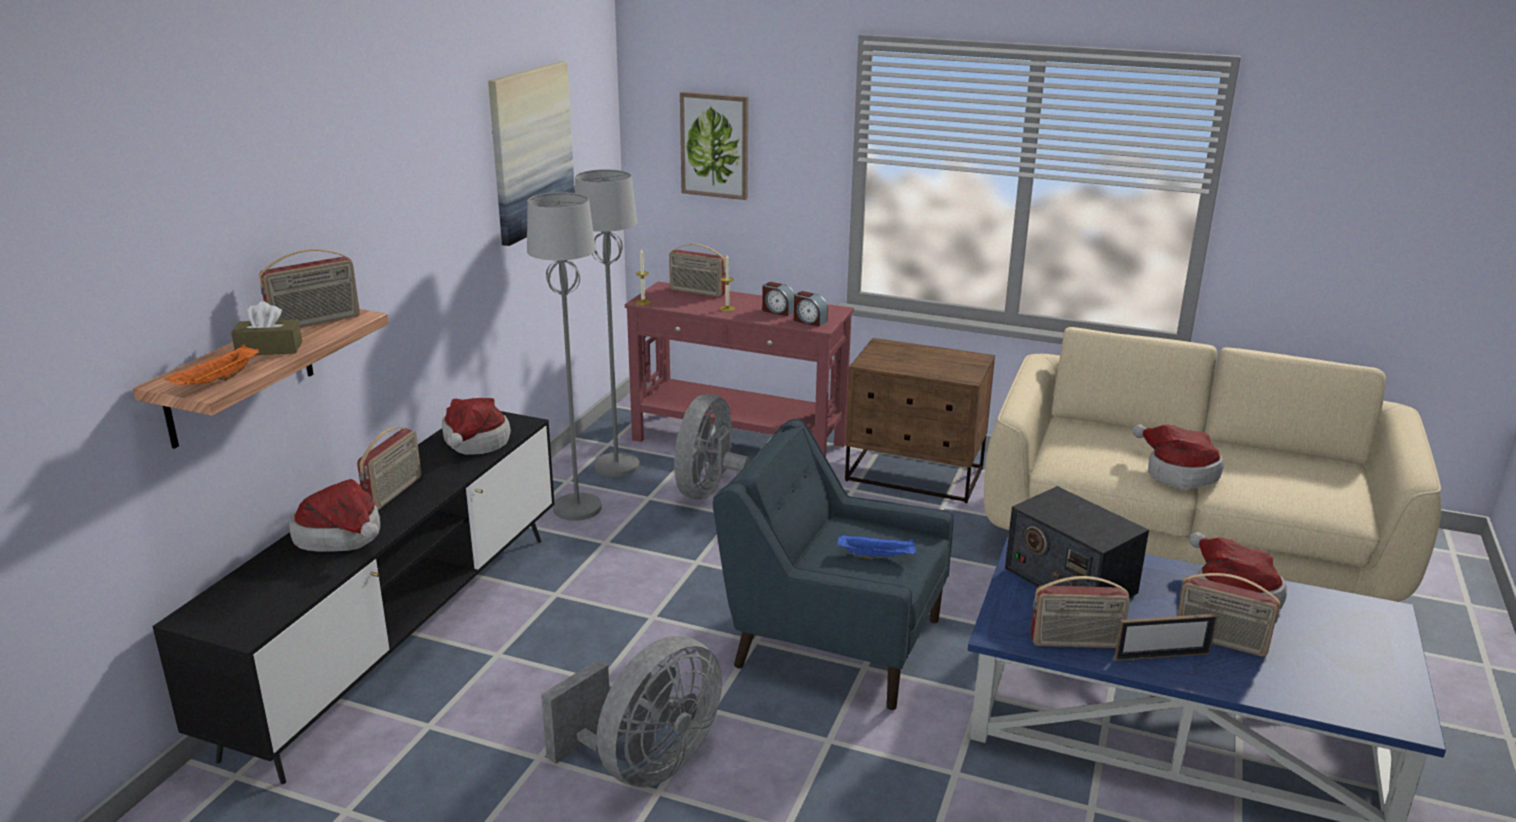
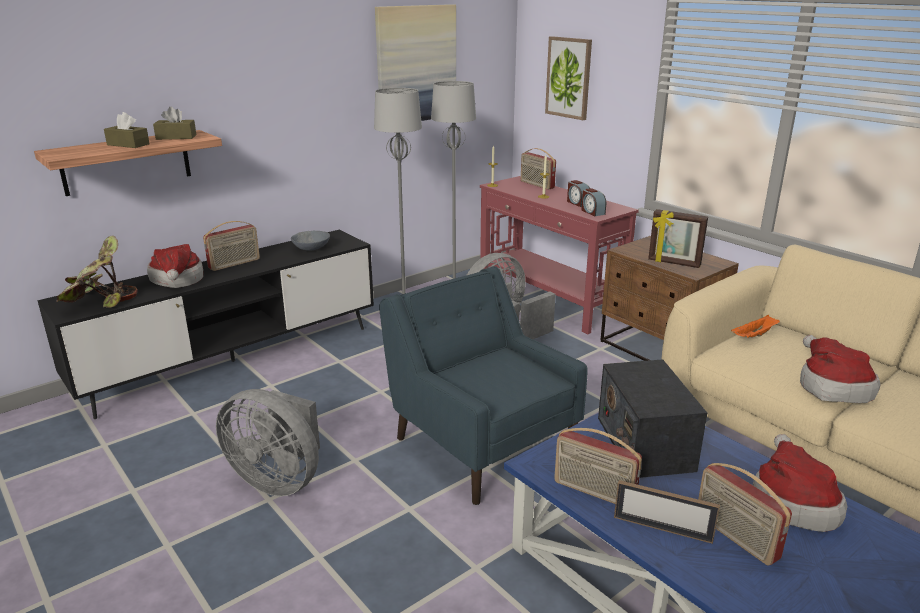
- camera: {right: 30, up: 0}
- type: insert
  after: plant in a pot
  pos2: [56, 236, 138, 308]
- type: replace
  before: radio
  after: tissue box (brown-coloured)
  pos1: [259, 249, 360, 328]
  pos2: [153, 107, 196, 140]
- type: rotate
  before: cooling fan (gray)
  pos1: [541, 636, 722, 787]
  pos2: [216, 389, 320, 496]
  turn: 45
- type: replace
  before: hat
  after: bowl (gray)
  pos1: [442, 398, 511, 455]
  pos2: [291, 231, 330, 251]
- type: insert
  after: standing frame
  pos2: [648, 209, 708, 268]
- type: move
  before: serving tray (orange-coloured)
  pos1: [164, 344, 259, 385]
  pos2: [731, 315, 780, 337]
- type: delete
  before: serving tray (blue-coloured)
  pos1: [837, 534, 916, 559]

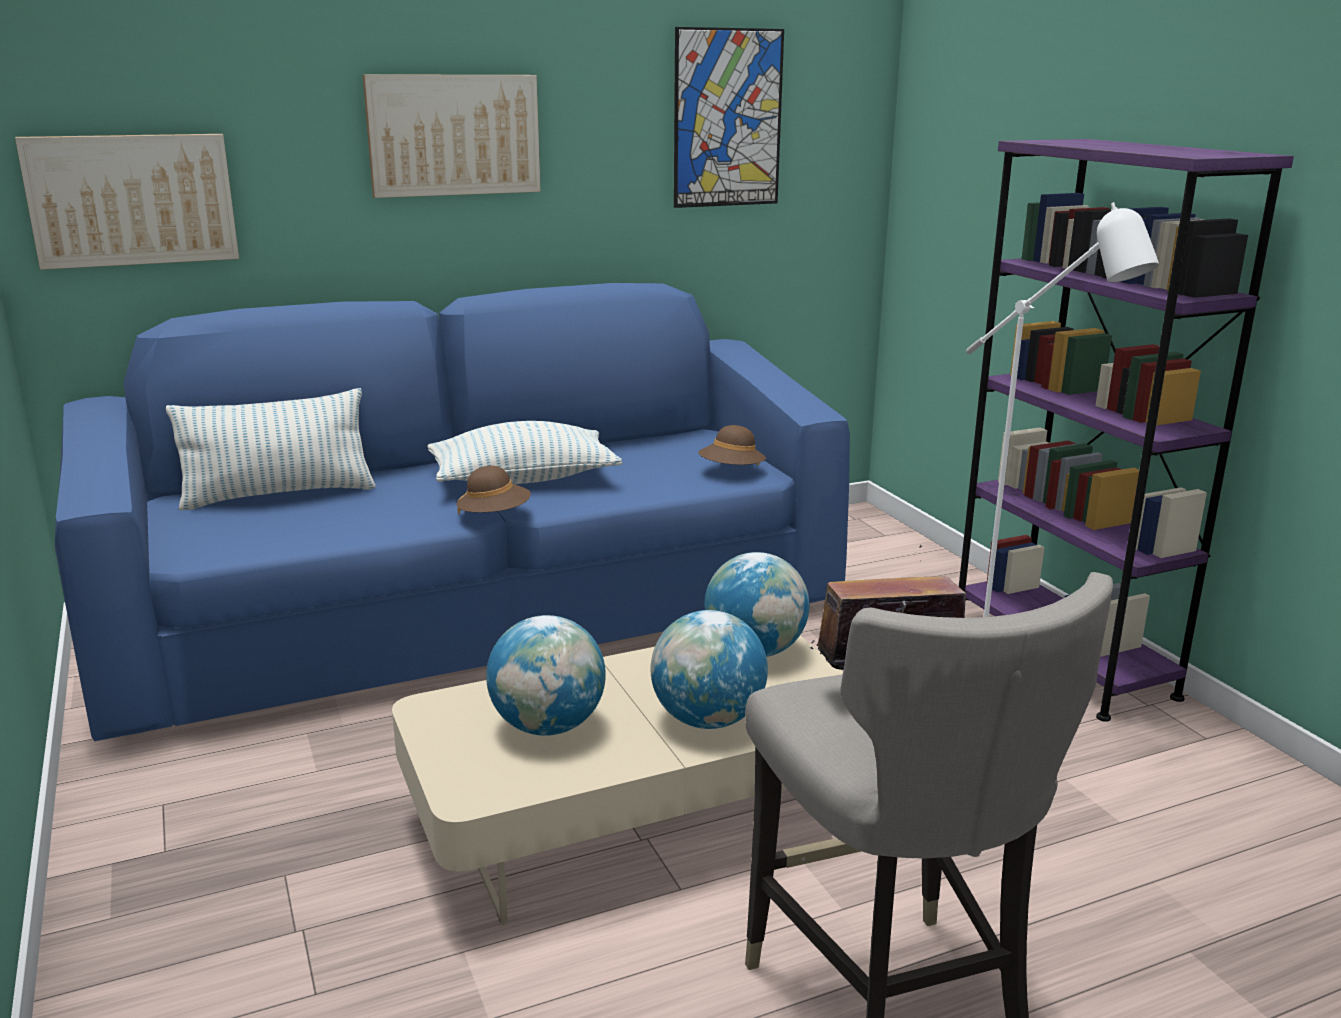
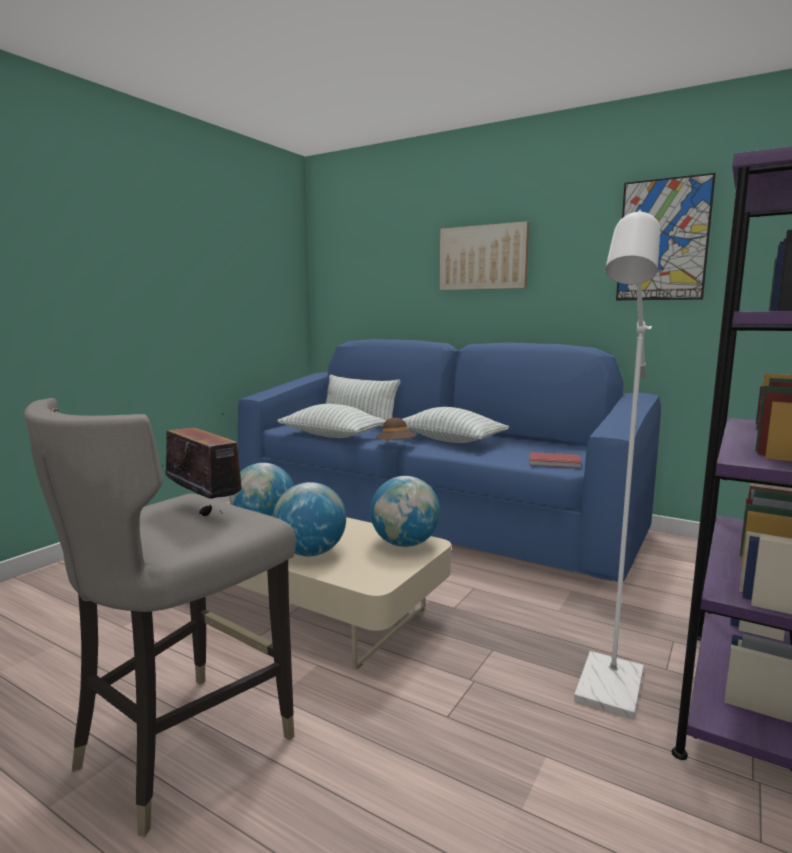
- camera: {right: 55, up: -10}
- type: insert
  after: pillow
  pos2: [277, 404, 386, 438]
- type: replace
  before: hat (brown-coloured)
  after: book (reddish)
  pos1: [698, 425, 766, 465]
  pos2: [529, 452, 582, 468]
- type: delete
  before: wall picture
  pos1: [15, 134, 239, 270]

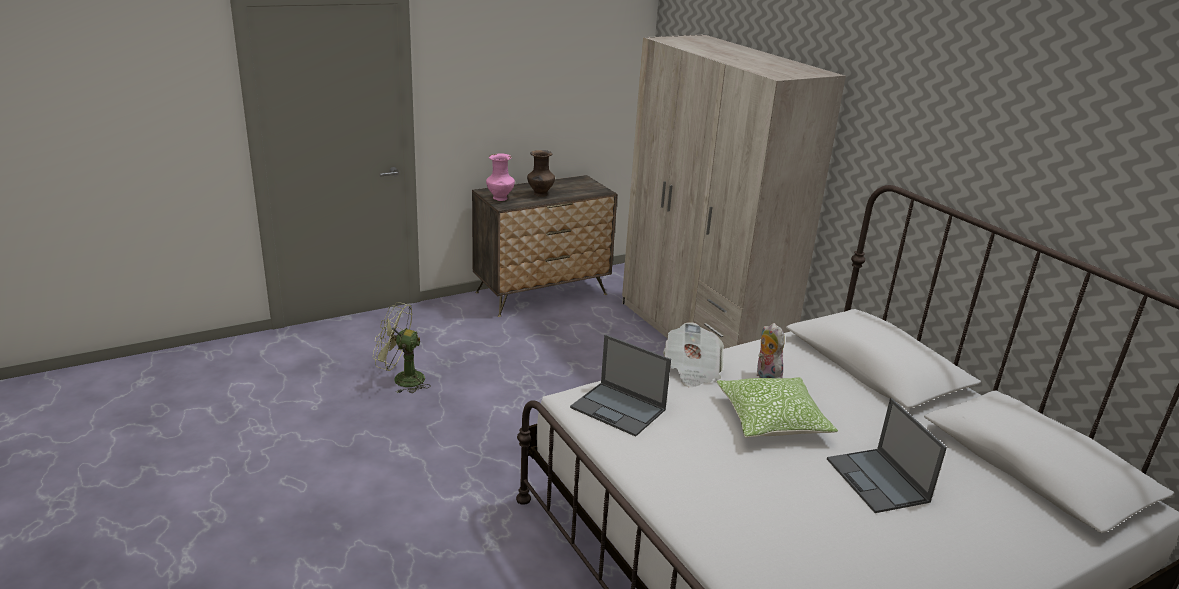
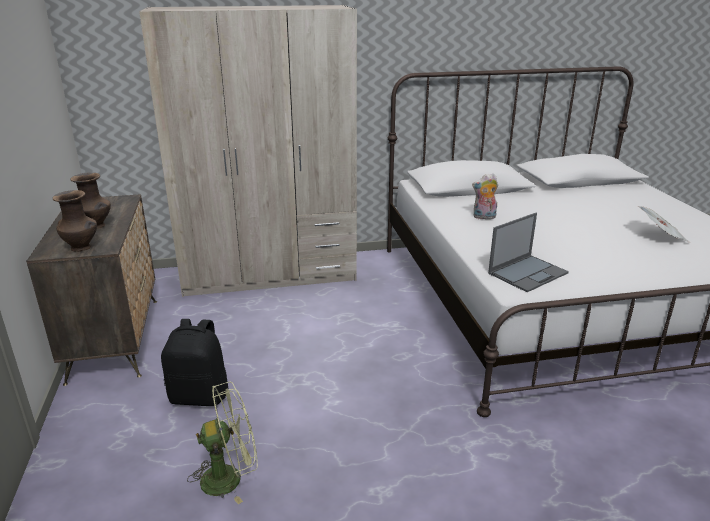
- camera: {right: -70, up: 0}
- type: recolor
  before: decorative vase (pinkish)
  after: decorative vase (brown-coloured)
  pos1: [486, 153, 515, 201]
  pos2: [53, 190, 97, 252]
- type: insert
  after: knapsack (black-coloured)
  pos2: [161, 319, 228, 406]
- type: rotate
  before: cooling fan (green)
  pos1: [373, 302, 431, 393]
  pos2: [187, 382, 258, 504]
  turn: -135
- type: move
  before: daily paper
  pos1: [663, 322, 724, 387]
  pos2: [638, 206, 691, 243]
- type: delete
  before: pillow
  pos1: [716, 377, 838, 438]
- type: delete
  before: portable computer
  pos1: [827, 398, 947, 513]

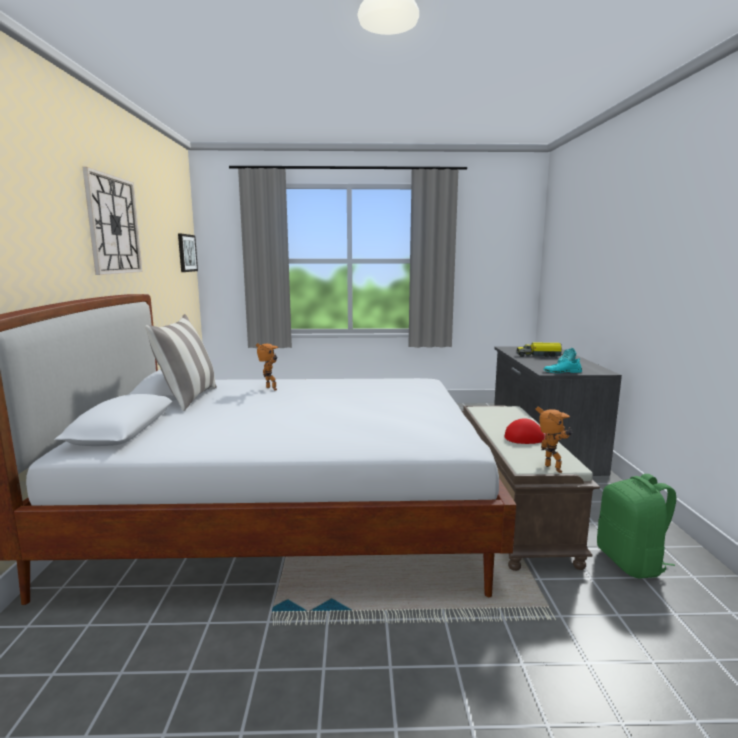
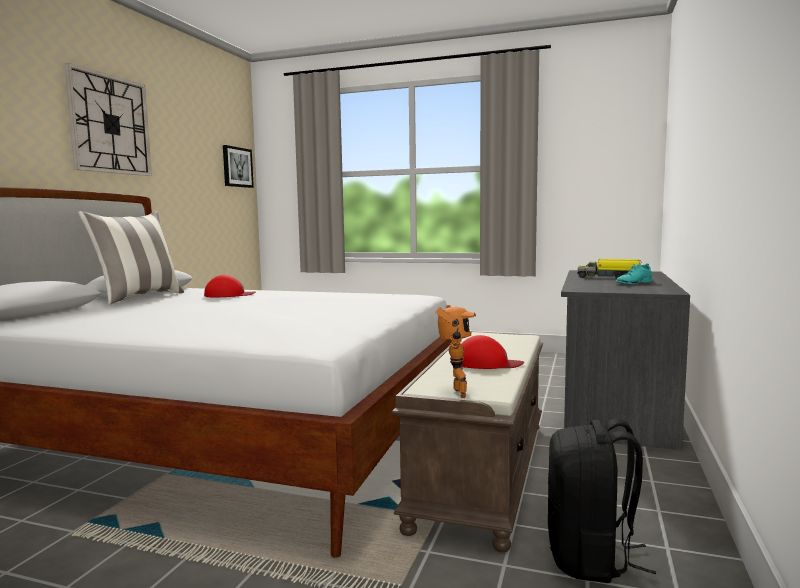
- camera: {right: 20, up: -5}
- type: replace
  before: model robot
  after: baseball cap (reddish)
  pos1: [256, 343, 278, 390]
  pos2: [204, 275, 256, 297]
- type: recolor
  before: knapsack (green)
  after: knapsack (black-coloured)
  pos1: [597, 474, 676, 578]
  pos2: [548, 419, 656, 583]
- type: delete
  before: low shoe (blue-green)
  pos1: [543, 358, 582, 373]

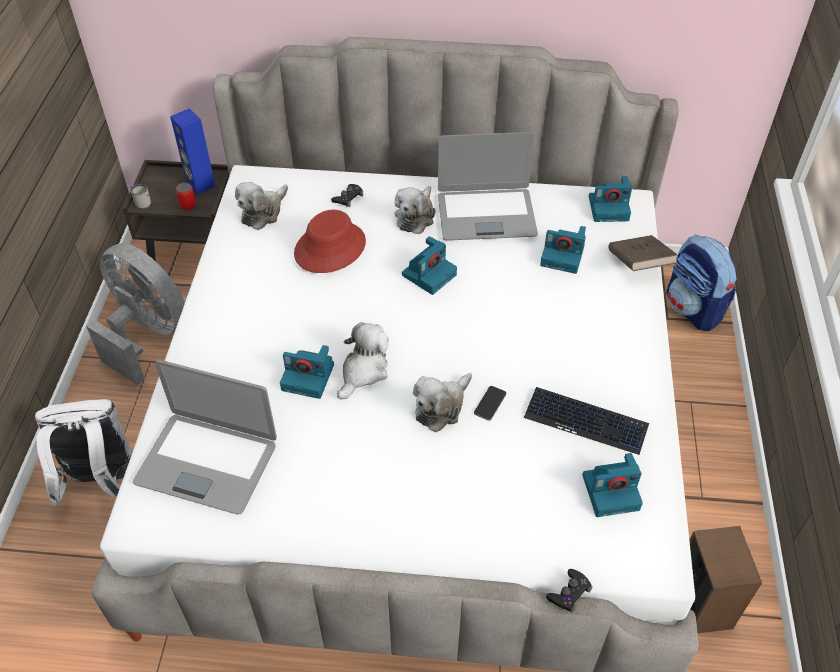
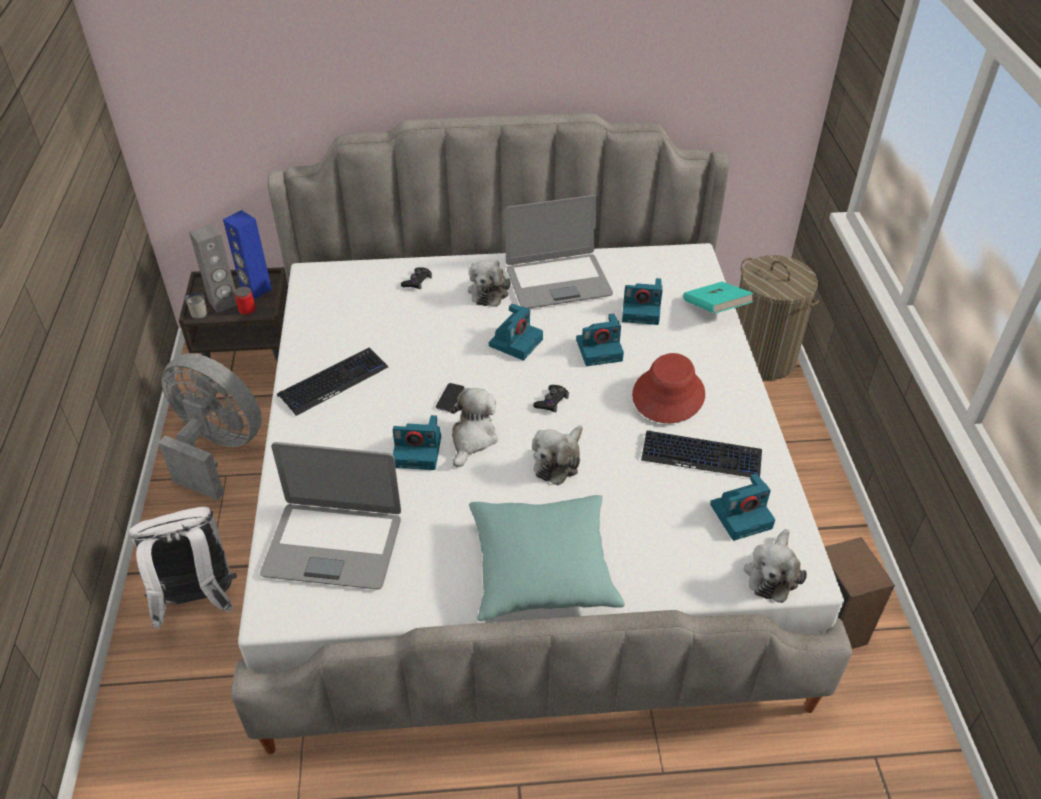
- camera: {right: -10, up: -5}
- type: insert
  after: audio speaker (gray)
  pos2: [189, 224, 237, 313]
- type: insert
  after: keyboard
  pos2: [277, 348, 388, 416]
- type: move
  before: phone
  pos1: [474, 386, 506, 421]
  pos2: [436, 383, 465, 412]
- type: insert
  after: pillow (blue-green)
  pos2: [469, 495, 625, 621]
- type: move
  before: joypad (black-coloured)
  pos1: [546, 569, 592, 613]
  pos2: [533, 385, 569, 413]
- type: move
  before: still camera
  pos1: [589, 176, 632, 222]
  pos2: [576, 313, 624, 366]
- type: move
  before: hat (reddish)
  pos1: [294, 210, 366, 273]
  pos2: [632, 353, 705, 423]
- type: recolor
  before: book (brown-coloured)
  after: book (blue-green)
  pos1: [608, 235, 678, 271]
  pos2: [683, 282, 754, 314]
- type: replace
  before: knapsack
  after: laundry basket
  pos1: [666, 234, 737, 331]
  pos2: [736, 255, 819, 381]
- type: move
  before: soft toy
  pos1: [235, 182, 288, 230]
  pos2: [744, 529, 807, 603]

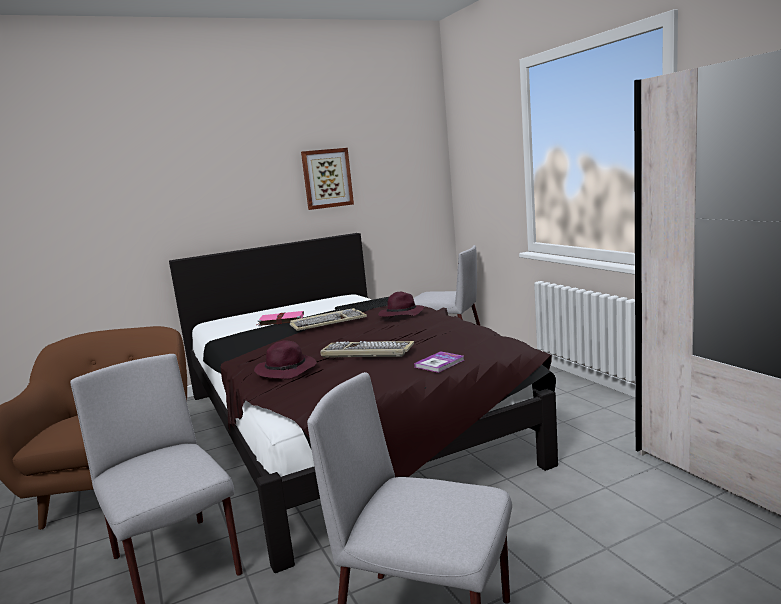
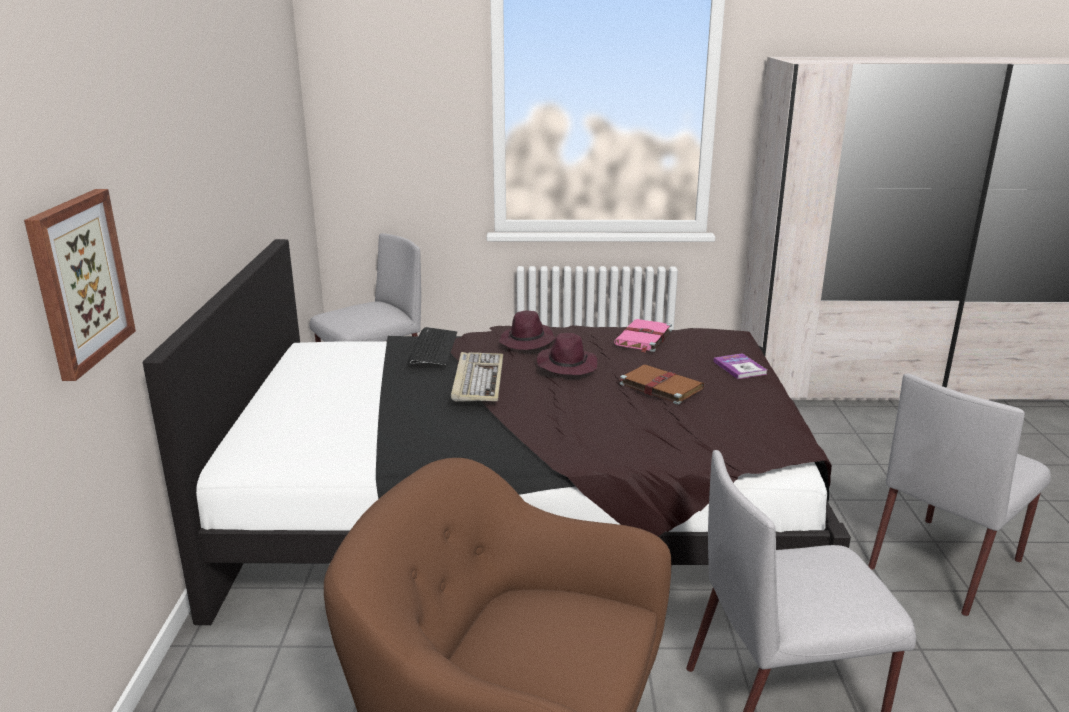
- camera: {right: -65, up: 10}
- type: move
  before: wall picture
  pos1: [301, 148, 354, 210]
  pos2: [24, 189, 136, 381]
- type: move
  before: hat (purple)
  pos1: [254, 340, 316, 379]
  pos2: [537, 333, 597, 375]
- type: move
  before: book (pinkish)
  pos1: [256, 311, 304, 326]
  pos2: [614, 319, 672, 352]
- type: replace
  before: keyboard
  after: book (brown-coloured)
  pos1: [320, 341, 414, 358]
  pos2: [620, 364, 704, 405]

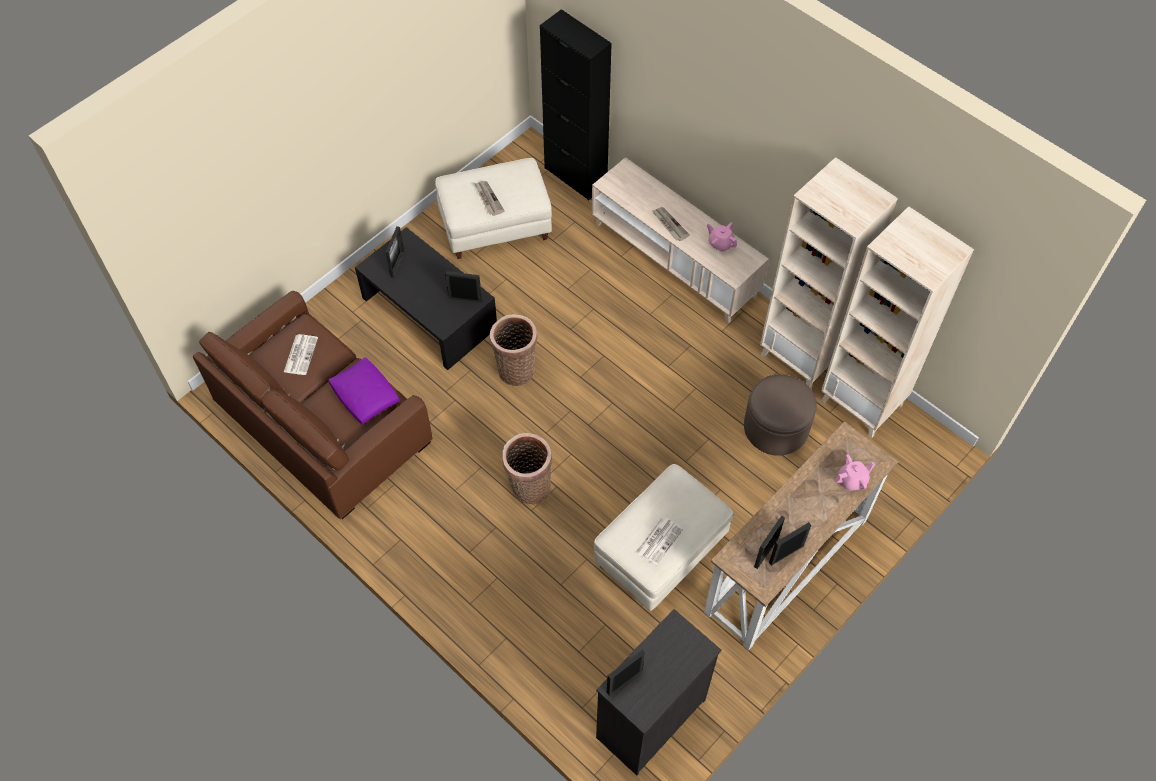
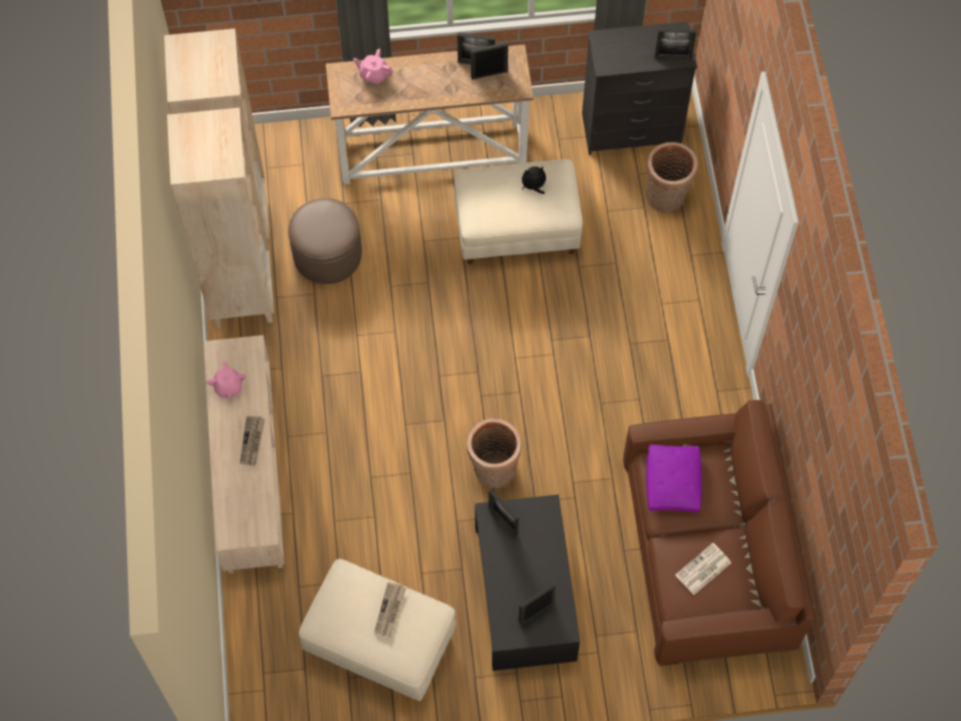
- camera: {right: -140, up: 5}
- type: replace
  before: daily paper
  after: soft toy
  pos1: [635, 517, 683, 566]
  pos2: [522, 166, 546, 194]
- type: move
  before: basket
  pos1: [502, 433, 552, 504]
  pos2: [646, 142, 698, 213]
- type: delete
  before: cupboard (black-coloured)
  pos1: [540, 9, 612, 201]

